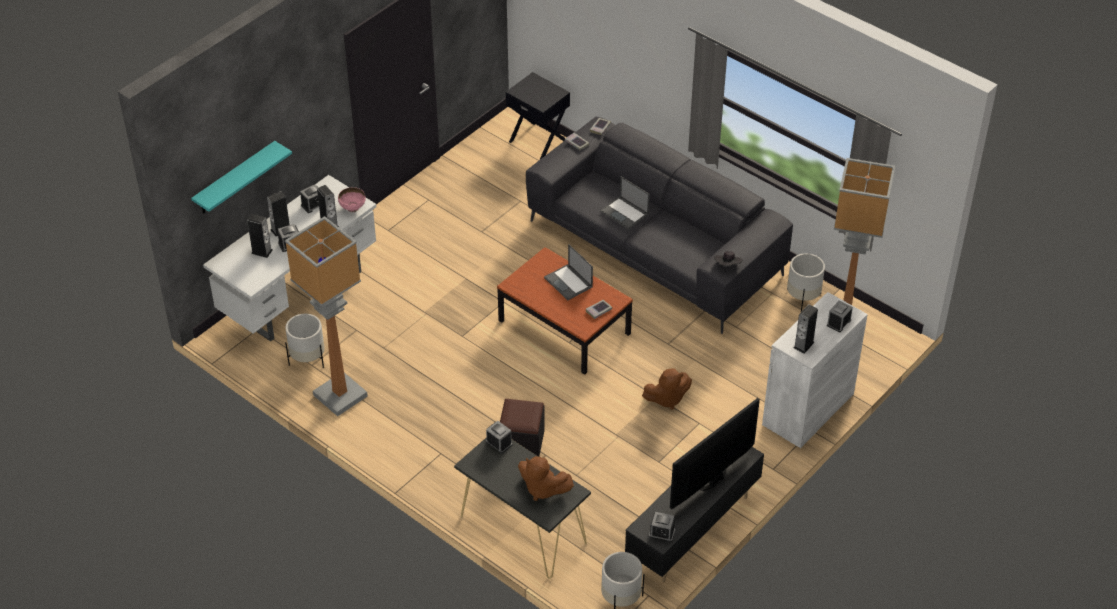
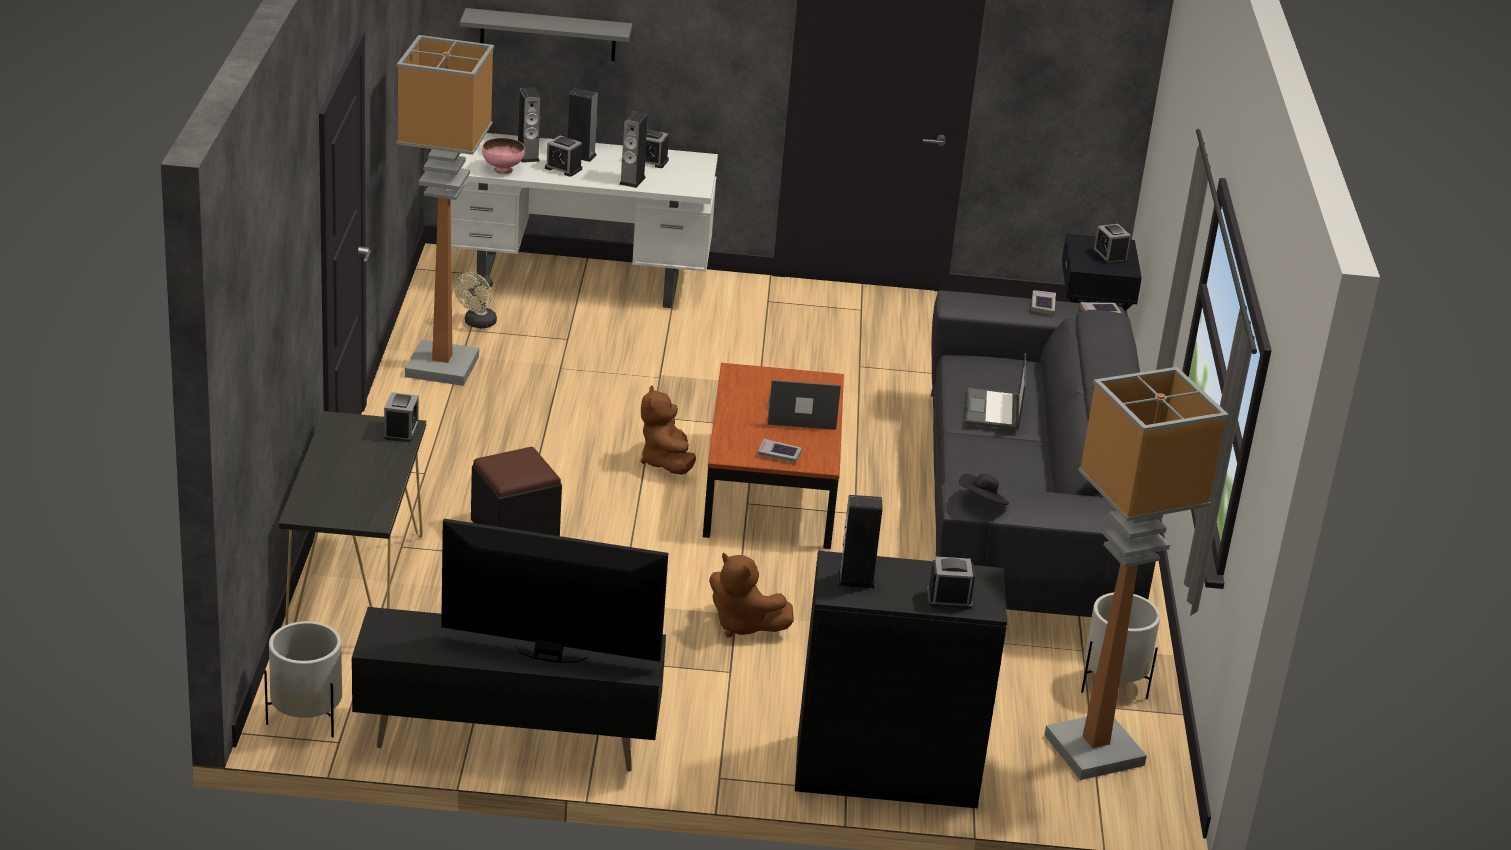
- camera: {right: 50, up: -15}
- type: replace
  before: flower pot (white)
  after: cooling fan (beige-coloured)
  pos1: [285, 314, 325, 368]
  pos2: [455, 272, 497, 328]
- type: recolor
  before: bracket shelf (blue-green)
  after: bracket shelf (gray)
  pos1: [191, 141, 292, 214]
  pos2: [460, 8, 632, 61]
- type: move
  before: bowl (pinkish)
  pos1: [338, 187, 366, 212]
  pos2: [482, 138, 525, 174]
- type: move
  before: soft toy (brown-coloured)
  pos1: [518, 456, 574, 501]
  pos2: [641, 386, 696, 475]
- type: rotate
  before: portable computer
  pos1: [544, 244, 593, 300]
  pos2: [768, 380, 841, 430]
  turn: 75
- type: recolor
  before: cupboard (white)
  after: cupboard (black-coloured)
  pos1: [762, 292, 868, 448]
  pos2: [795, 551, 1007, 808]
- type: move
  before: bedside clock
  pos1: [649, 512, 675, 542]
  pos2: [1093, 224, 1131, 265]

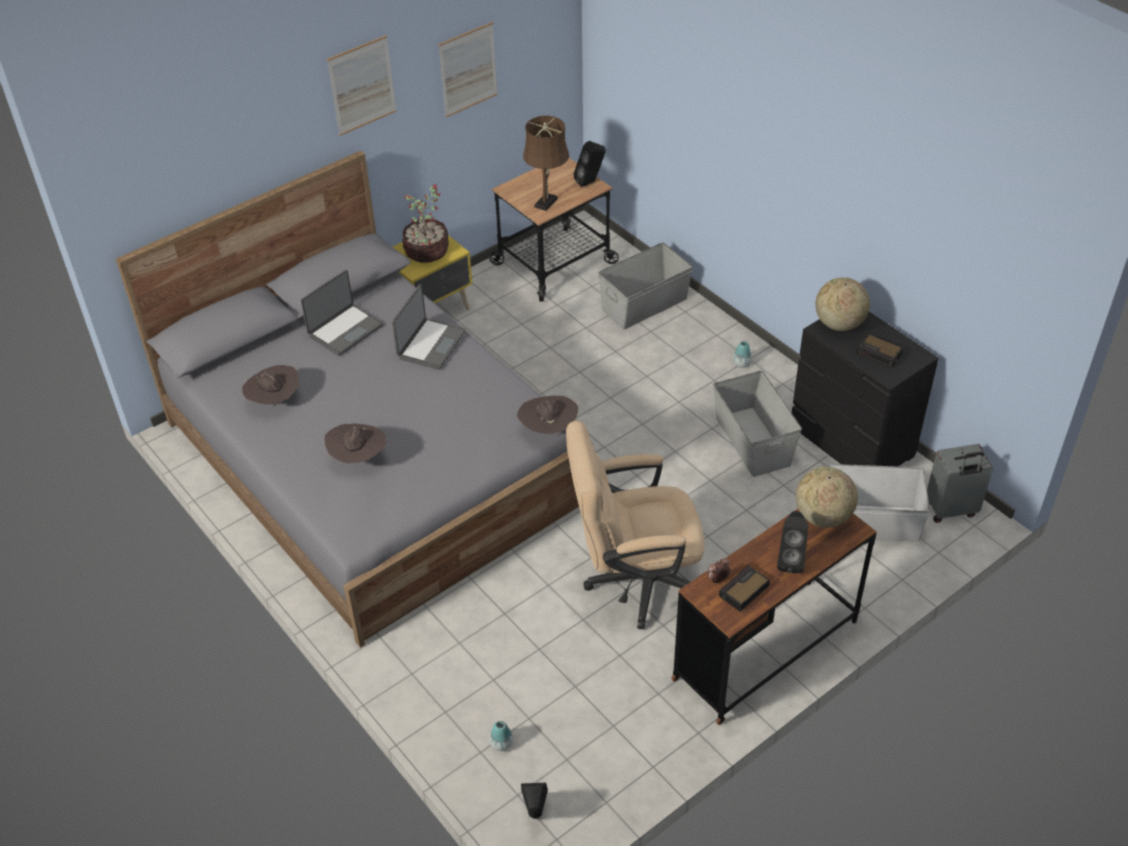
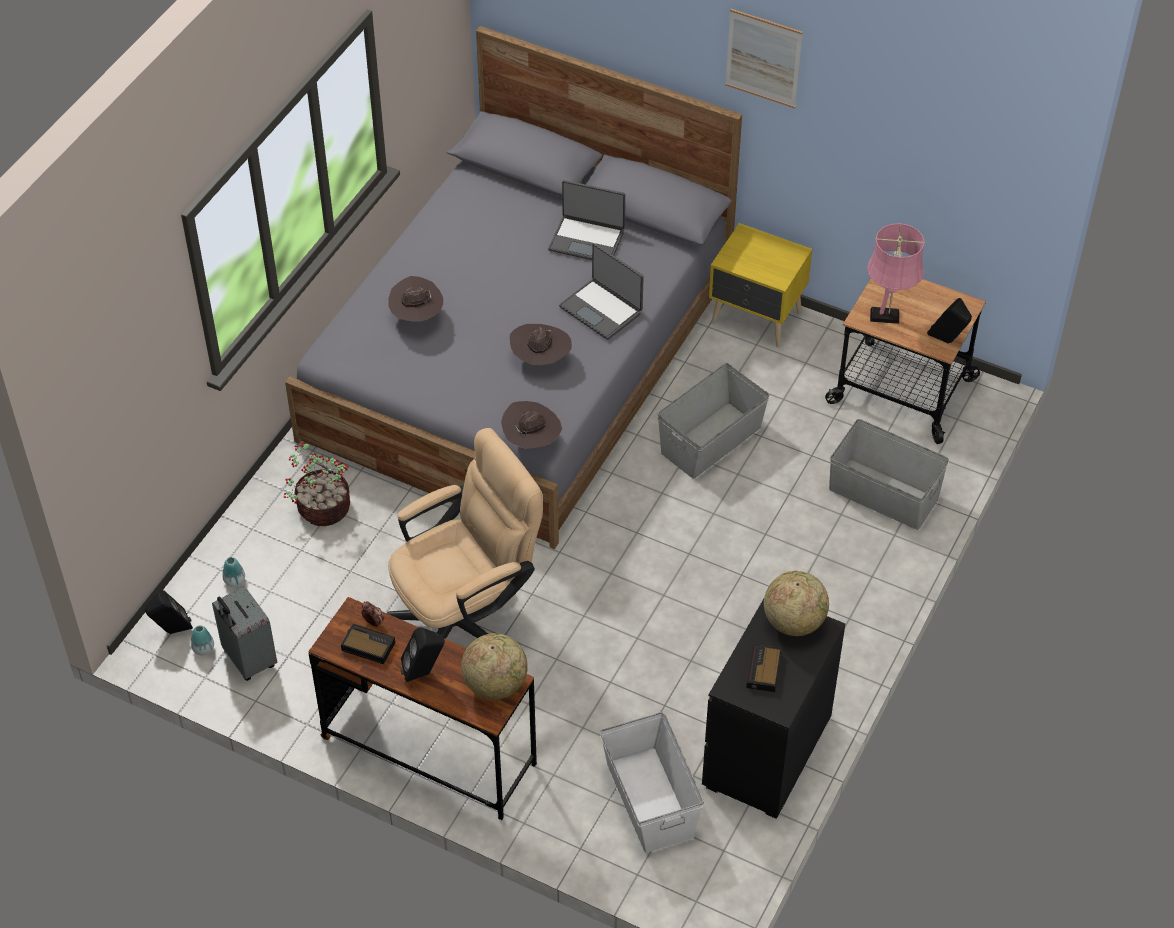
- camera: {right: 65, up: 5}
- type: move
  before: decorative vase
  pos1: [733, 341, 752, 368]
  pos2: [191, 625, 214, 656]
- type: move
  before: travel case (gray)
  pos1: [927, 444, 993, 523]
  pos2: [212, 586, 277, 681]
- type: move
  before: plant in a pot
  pos1: [402, 184, 449, 263]
  pos2: [284, 442, 350, 526]
- type: rotate
  before: desk chair (beige-coloured)
  pos1: [566, 421, 705, 629]
  pos2: [387, 428, 543, 639]
  turn: 90
- type: move
  before: hat (brown-coloured)
  pos1: [242, 365, 299, 405]
  pos2: [509, 324, 572, 365]
- type: rotate
  before: portable computer
  pos1: [392, 284, 466, 370]
  pos2: [559, 243, 644, 340]
  turn: 45
- type: move
  before: storage container (gray)
  pos1: [713, 371, 802, 477]
  pos2: [657, 363, 770, 479]
- type: recolor
  before: table lamp (brown-coloured)
  after: table lamp (pinkish)
  pos1: [523, 116, 569, 211]
  pos2: [867, 223, 925, 324]
- type: delete
  before: wall picture
  pos1: [438, 22, 498, 117]

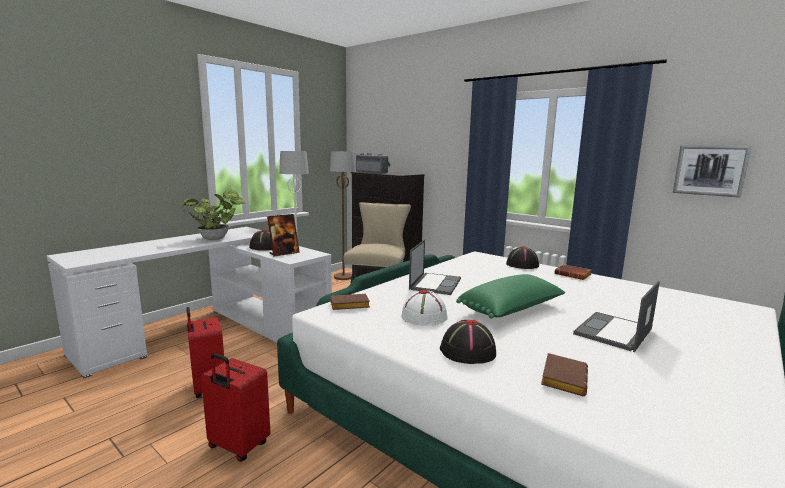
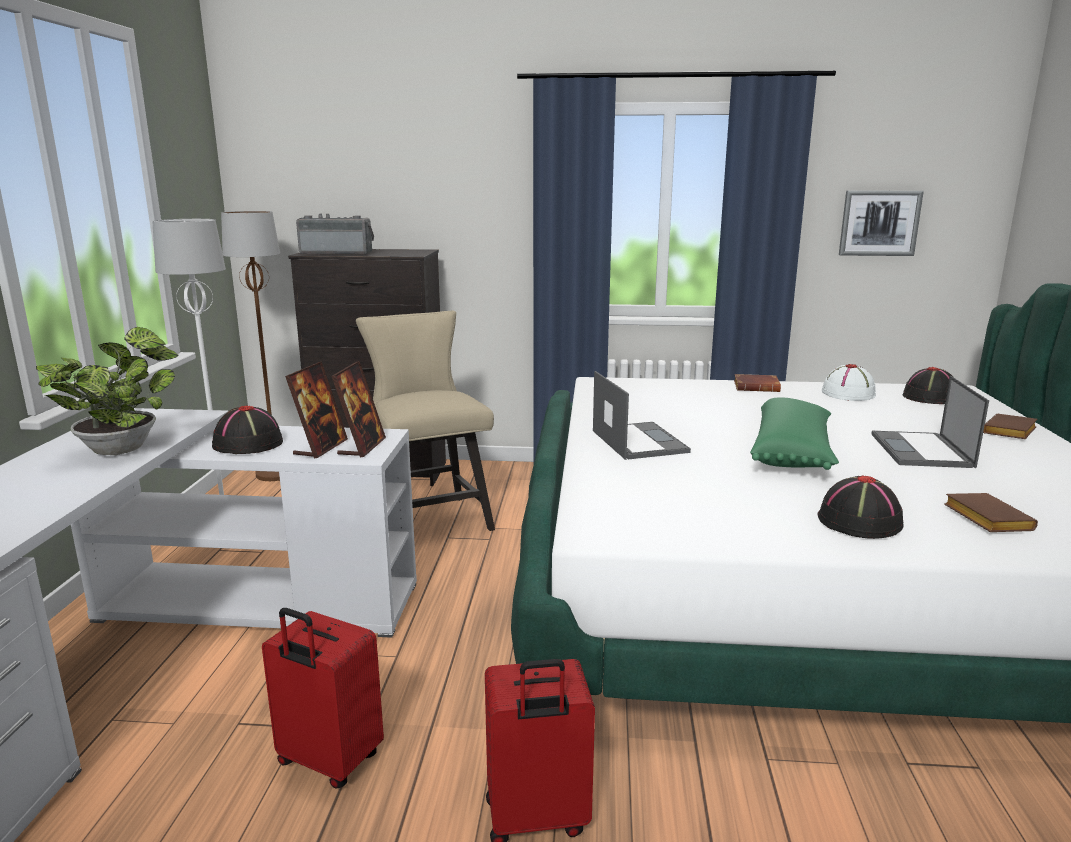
- camera: {right: -35, up: 5}
- type: insert
  after: standing frame
  pos2: [331, 361, 386, 458]
- type: move
  before: hat (white)
  pos1: [401, 290, 448, 326]
  pos2: [822, 364, 876, 401]
- type: move
  before: hat (black-coloured)
  pos1: [506, 246, 539, 269]
  pos2: [903, 367, 953, 404]
- type: move
  before: book (brown-coloured)
  pos1: [331, 294, 370, 310]
  pos2: [983, 414, 1038, 439]

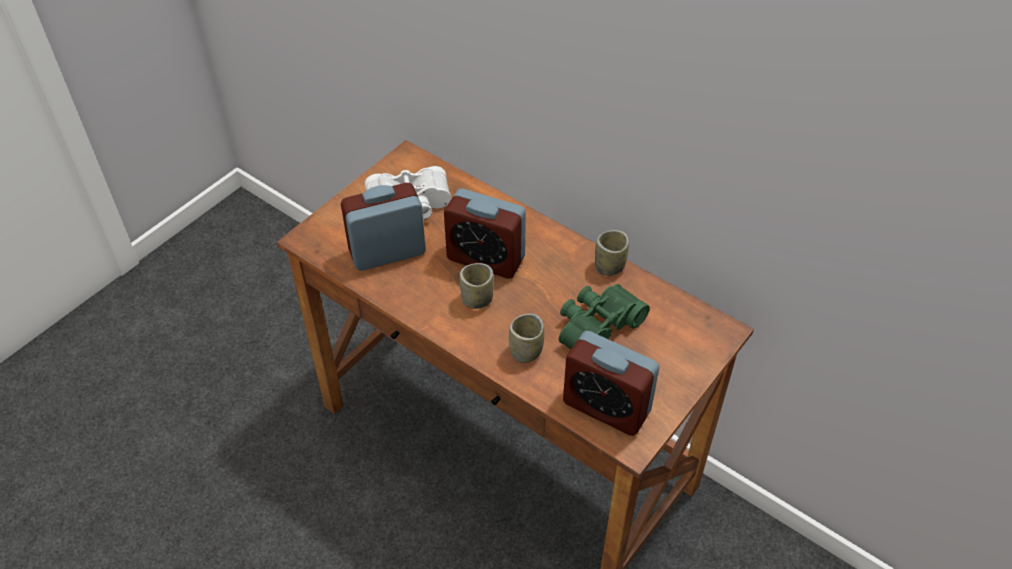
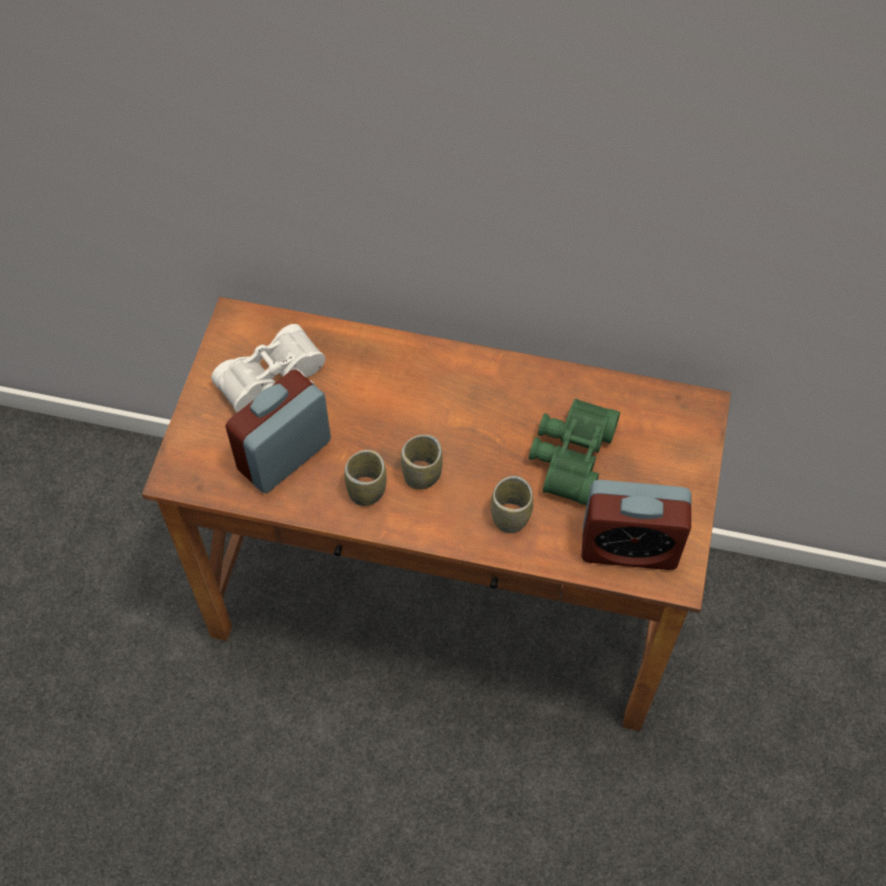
- camera: {right: -25, up: 10}
- type: move
  before: drinking cup
  pos1: [595, 230, 629, 276]
  pos2: [344, 450, 387, 506]
- type: delete
  before: bedside clock
  pos1: [444, 189, 526, 279]

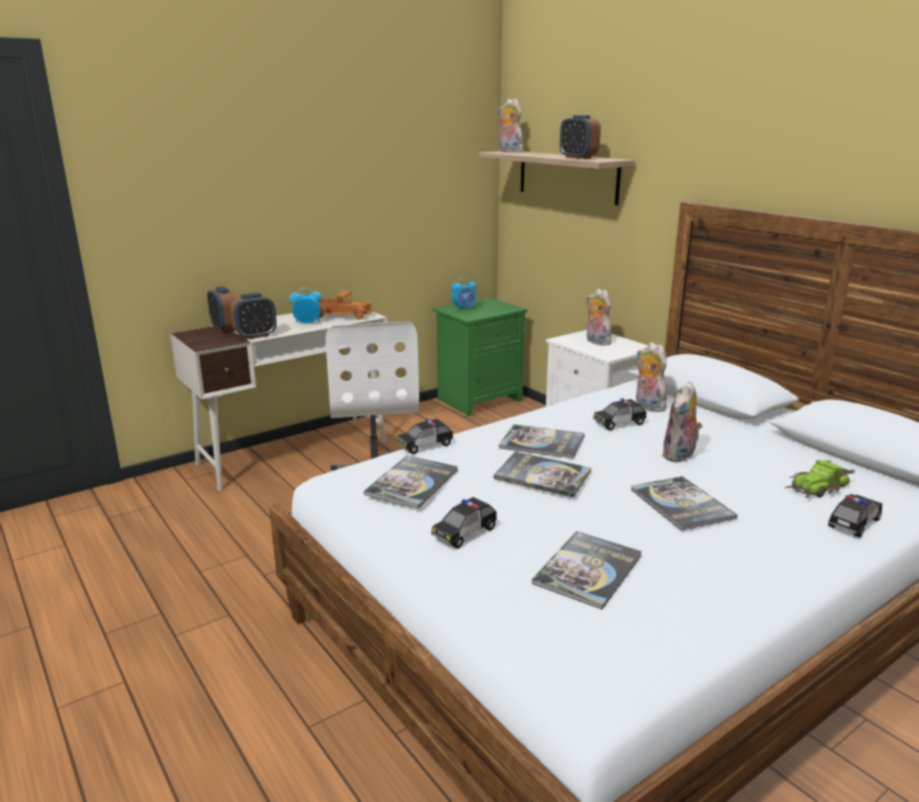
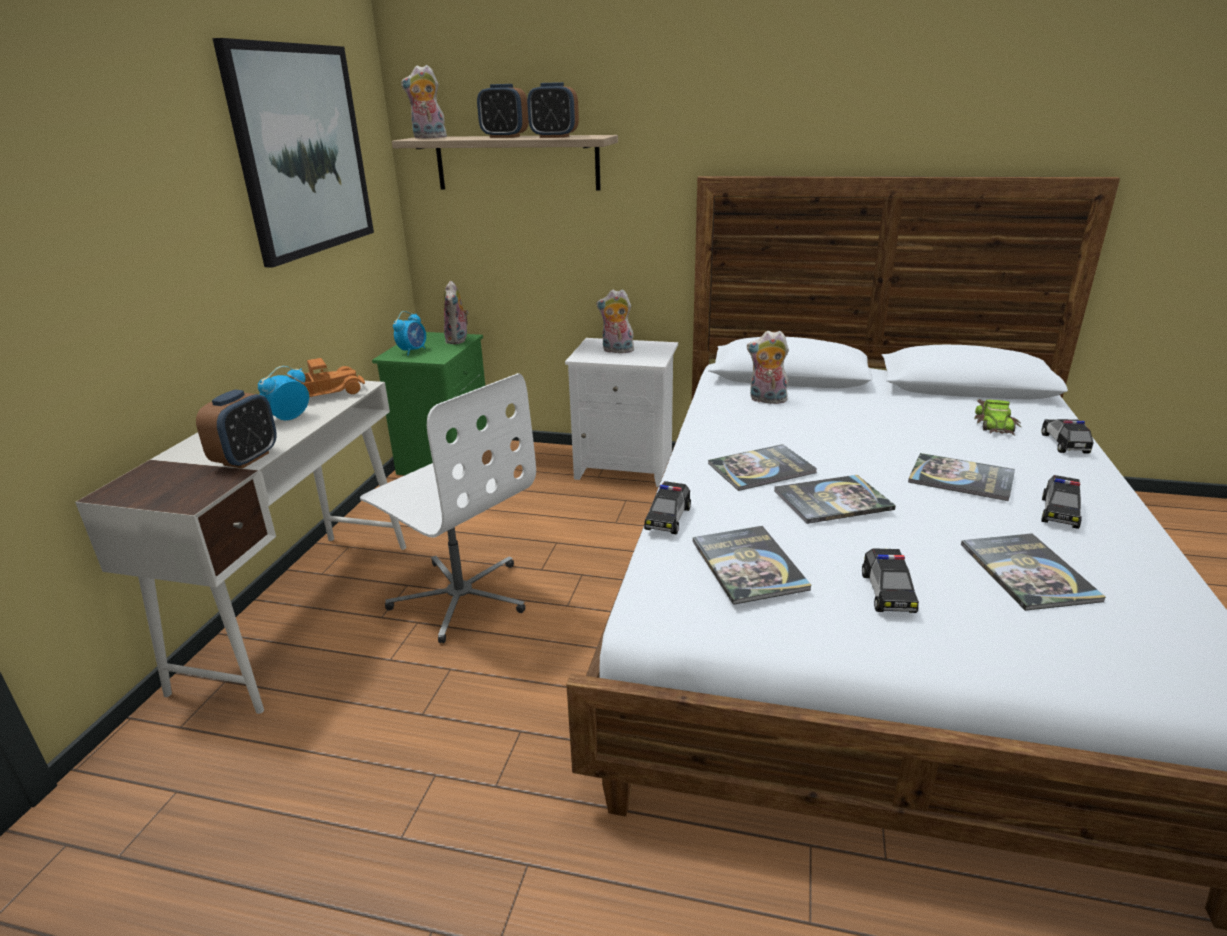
- camera: {right: -40, up: 5}
- type: insert
  after: wall picture
  pos2: [212, 38, 374, 268]
- type: move
  before: soft toy
  pos1: [662, 381, 702, 463]
  pos2: [444, 281, 469, 344]
- type: move
  before: bedside clock
  pos1: [207, 287, 236, 333]
  pos2: [477, 84, 529, 138]
- type: move
  before: toy car
  pos1: [593, 398, 647, 430]
  pos2: [1041, 475, 1082, 529]

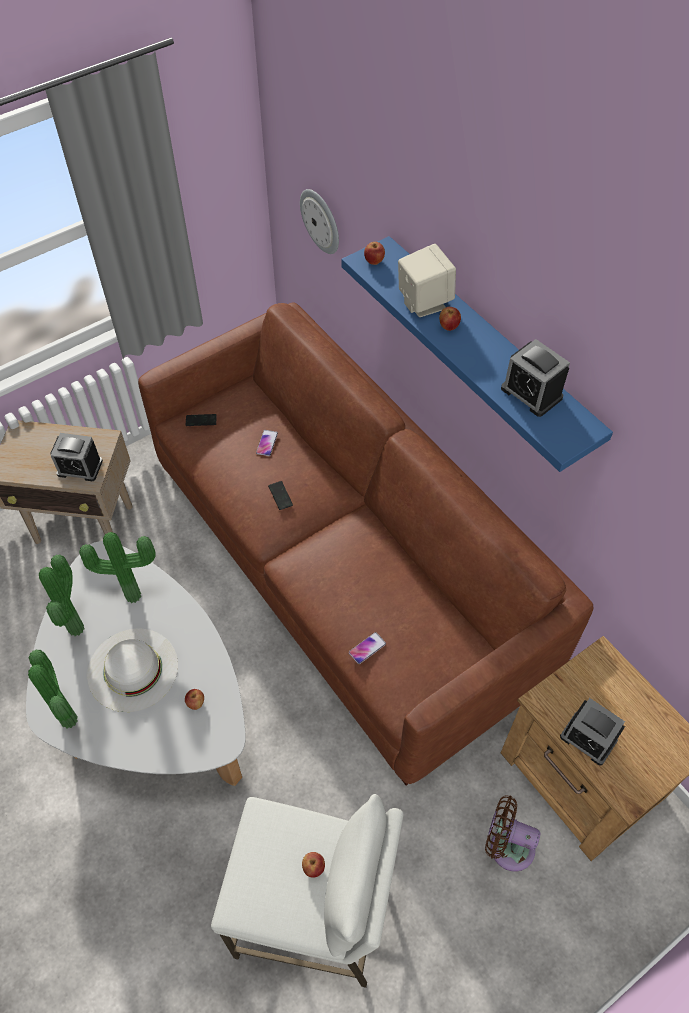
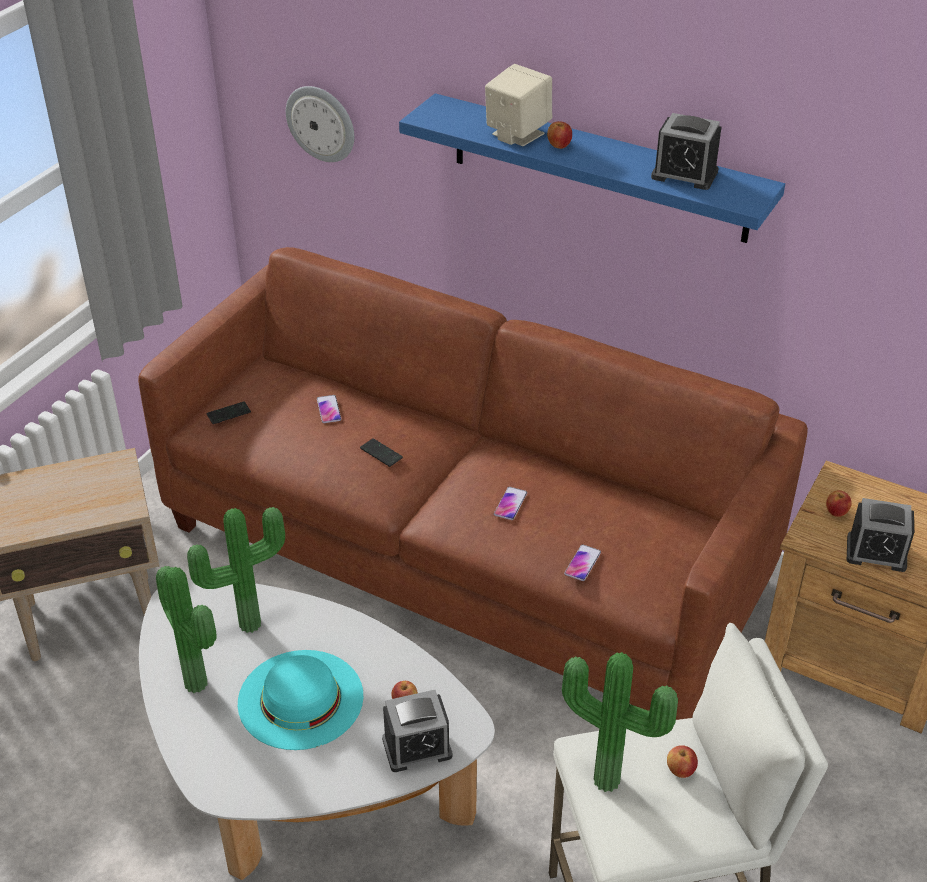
- camera: {right: -25, up: -15}
- type: recolor
  before: hat (white)
  after: hat (blue-green)
  pos1: [87, 628, 178, 712]
  pos2: [238, 650, 363, 750]
- type: move
  before: bedside clock
  pos1: [50, 433, 103, 481]
  pos2: [382, 690, 453, 772]
- type: insert
  after: phone
  pos2: [494, 487, 527, 520]
- type: move
  before: plant in a pot
  pos1: [28, 649, 78, 729]
  pos2: [562, 652, 678, 792]
- type: move
  before: whole apple
  pos1: [364, 242, 385, 265]
  pos2: [826, 490, 852, 517]
- type: delete
  before: cooling fan (brown-coloured)
  pos1: [485, 795, 541, 872]

